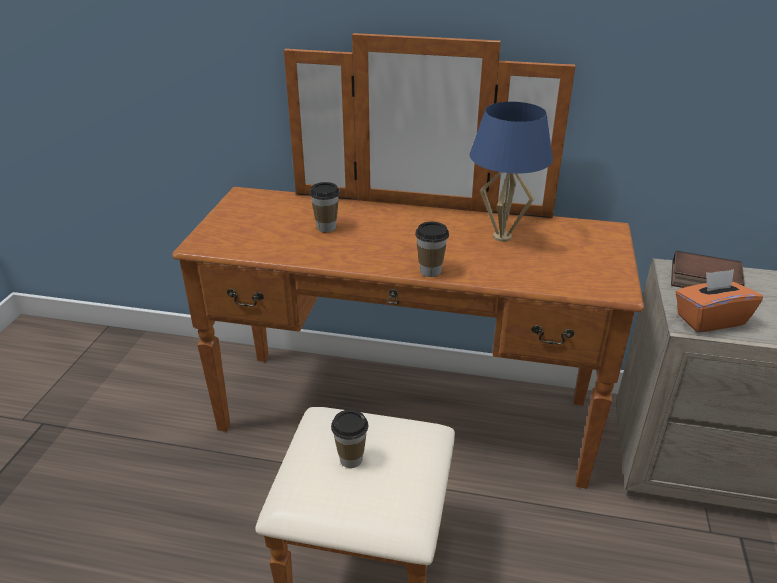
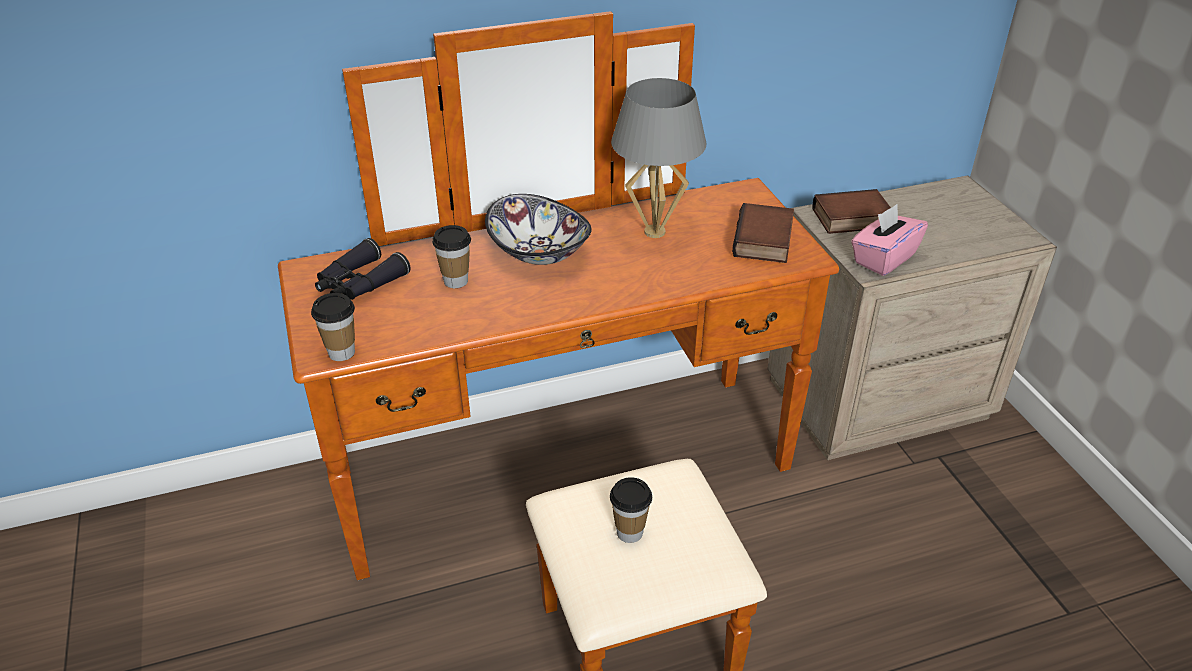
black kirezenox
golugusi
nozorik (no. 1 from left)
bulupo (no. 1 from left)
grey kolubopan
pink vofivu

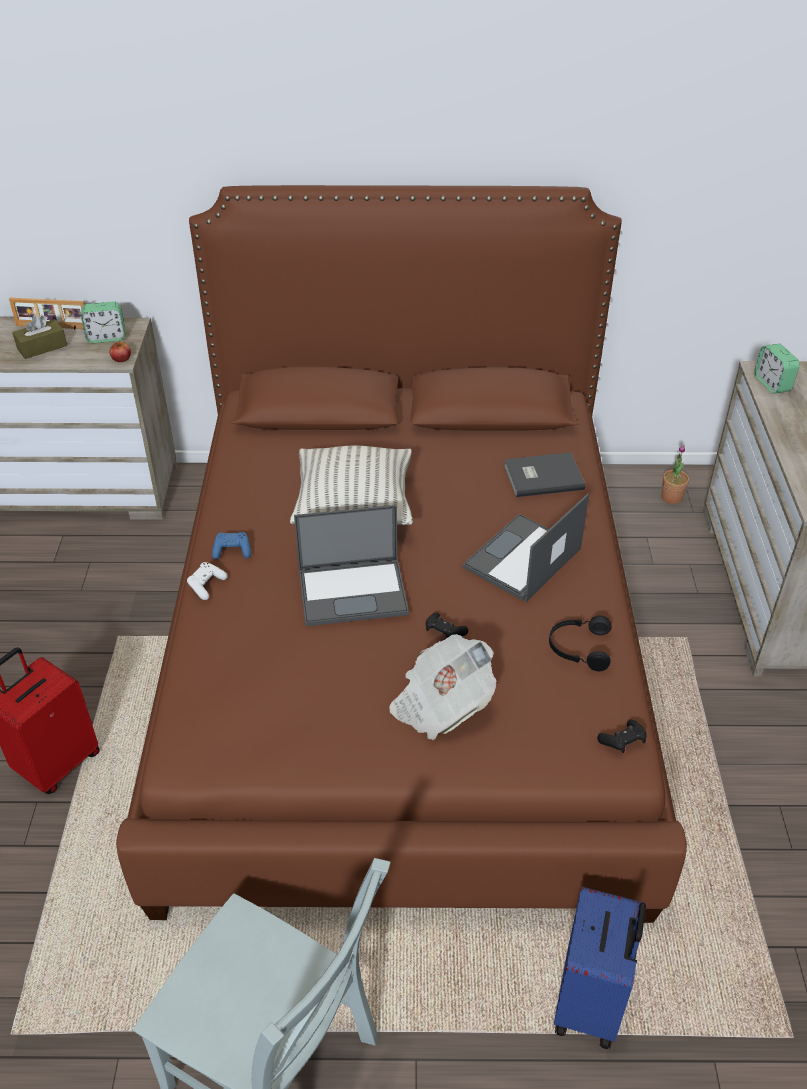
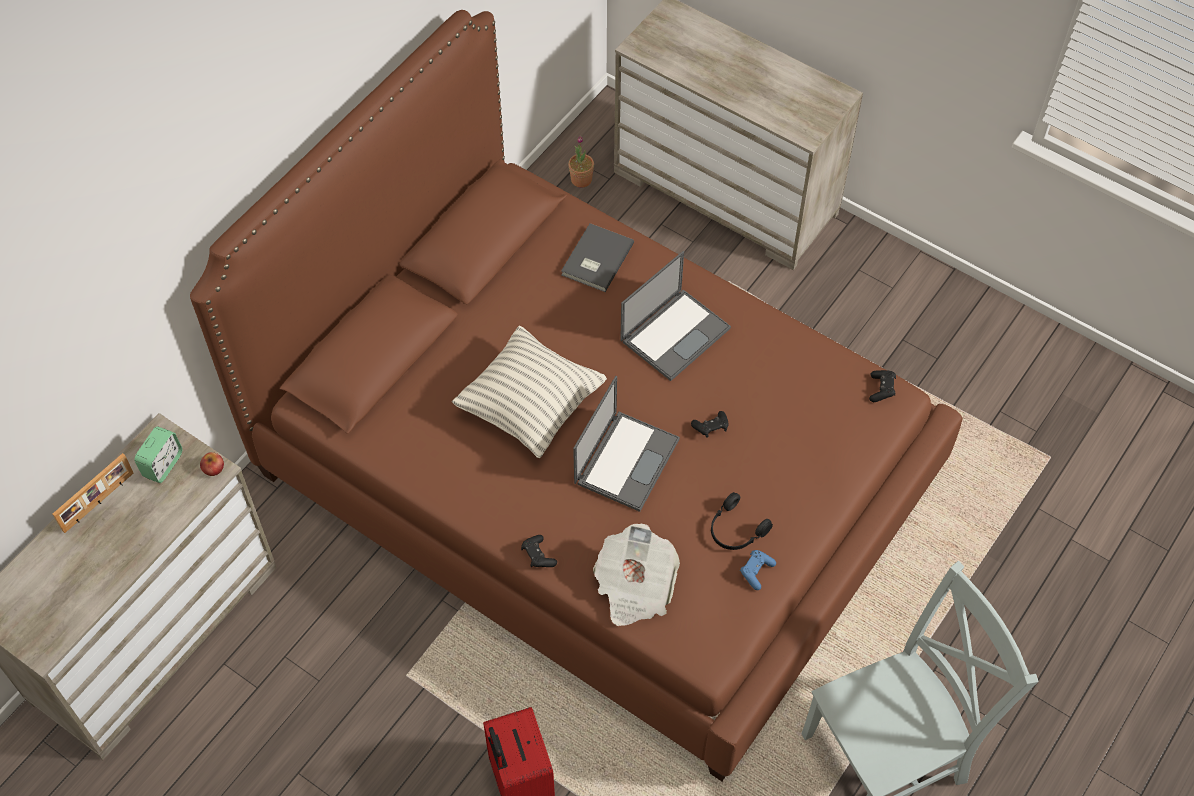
brown vofivu
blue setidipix
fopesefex (no. 2 from left in the first image)
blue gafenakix
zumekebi
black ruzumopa
black gafenakix (no. 1 from left)
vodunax (no. 2 from left)

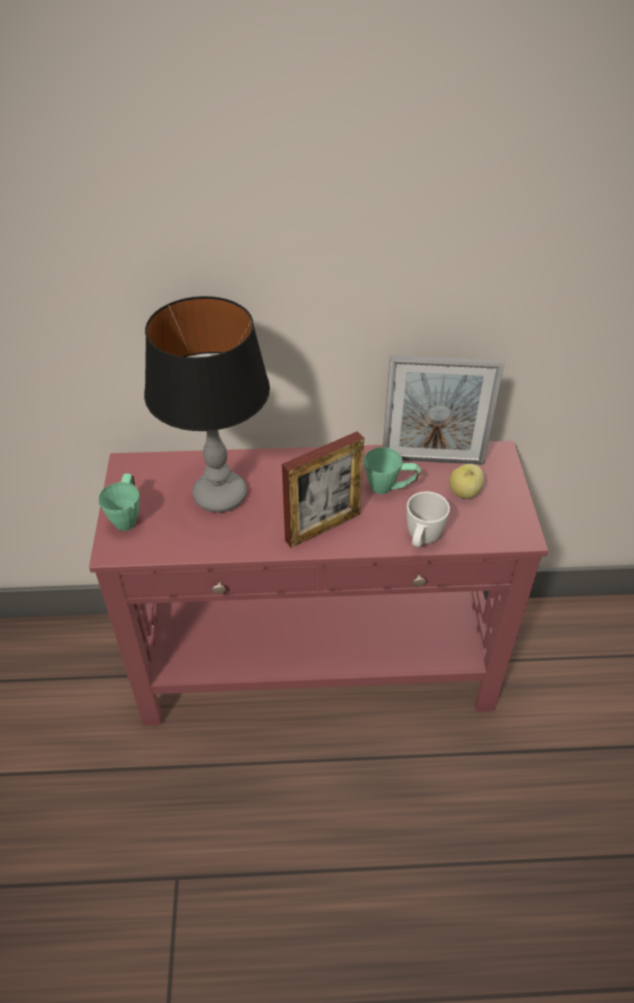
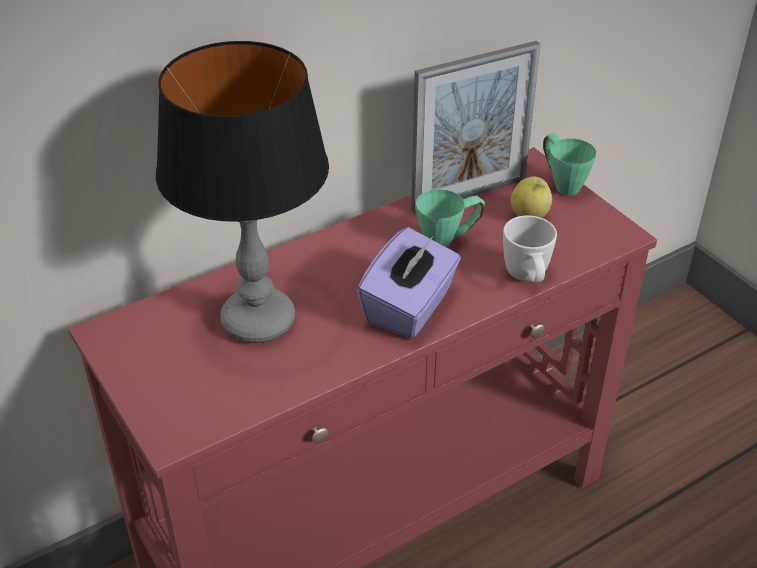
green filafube (no. 2 from left)
purple vofivu

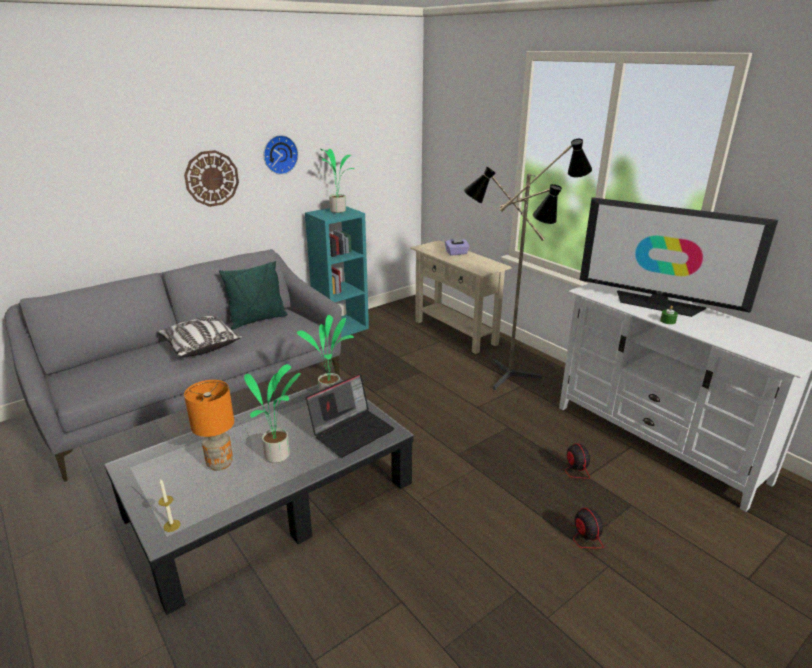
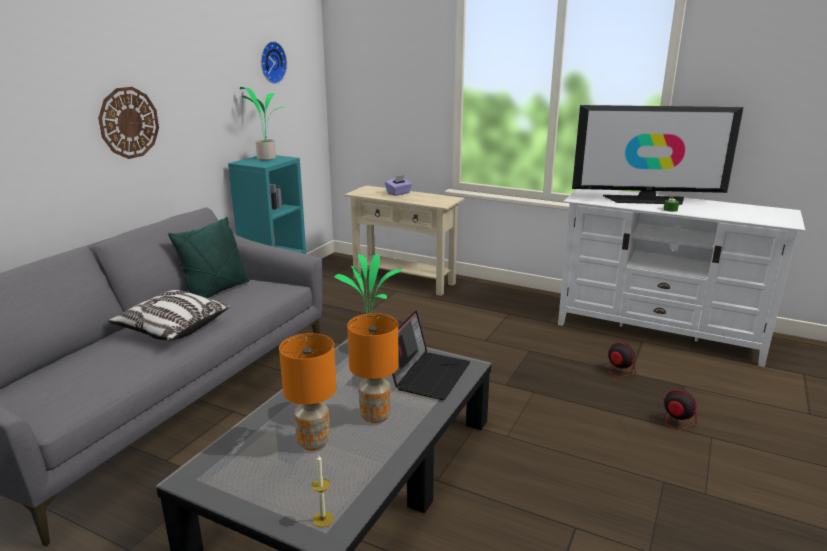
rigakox
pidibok (no. 2 from left)
orange kolubopan (no. 2 from left)

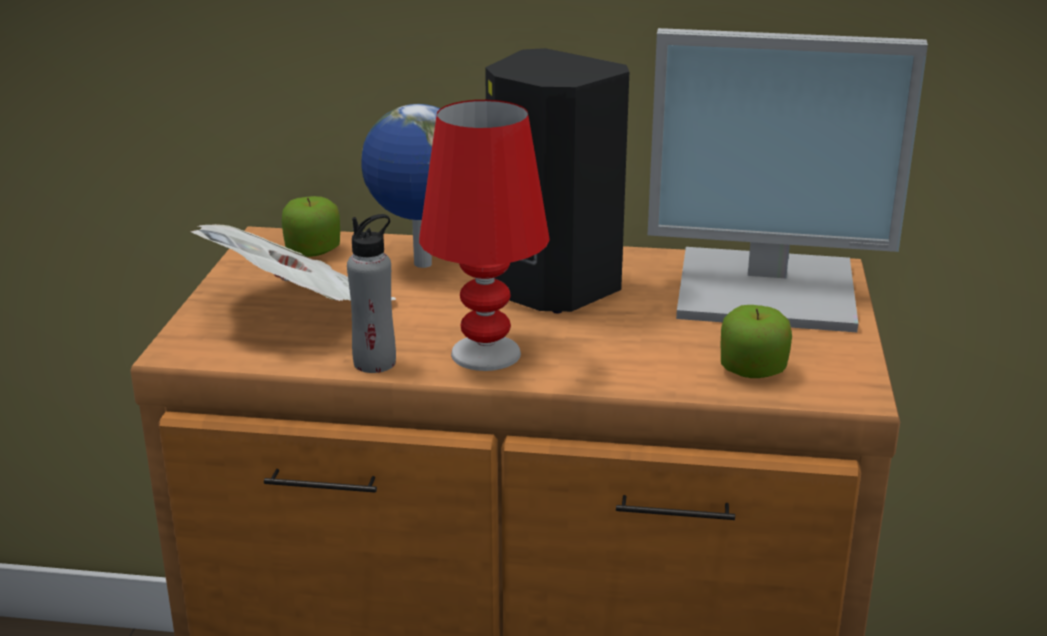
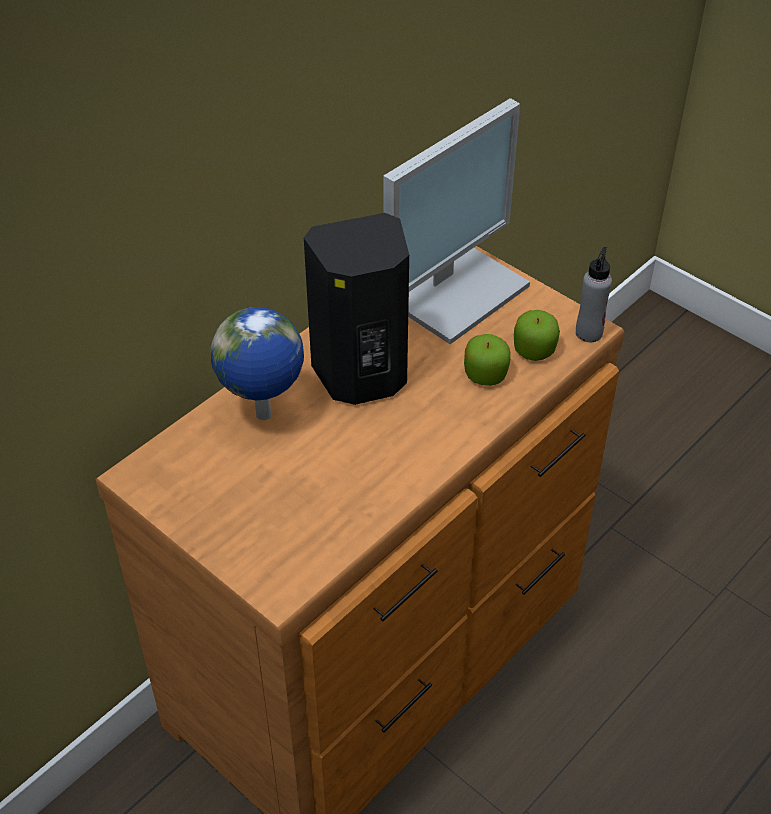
zumekebi
red kolubopan
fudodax (no. 1 from left)
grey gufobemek

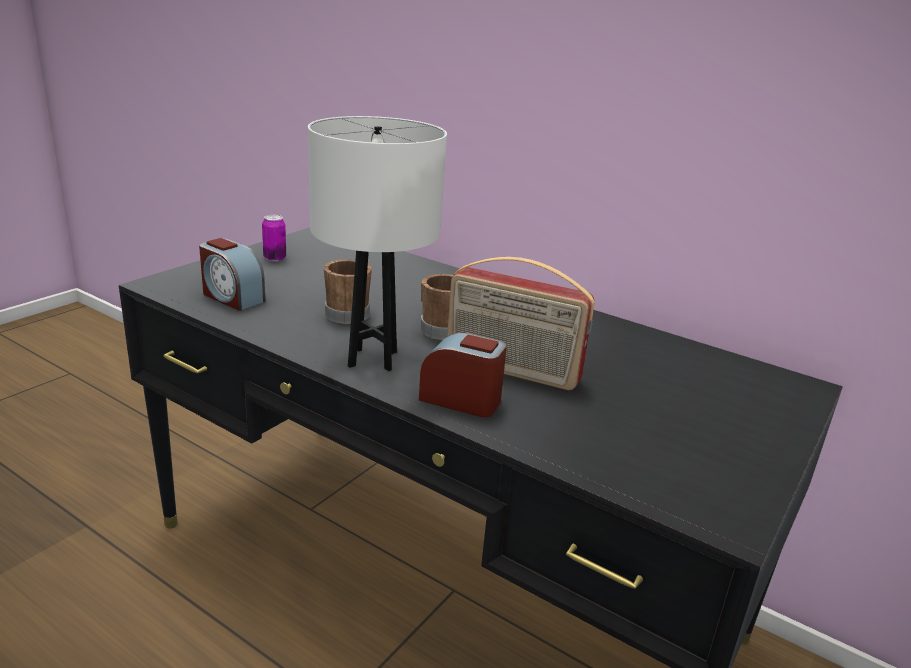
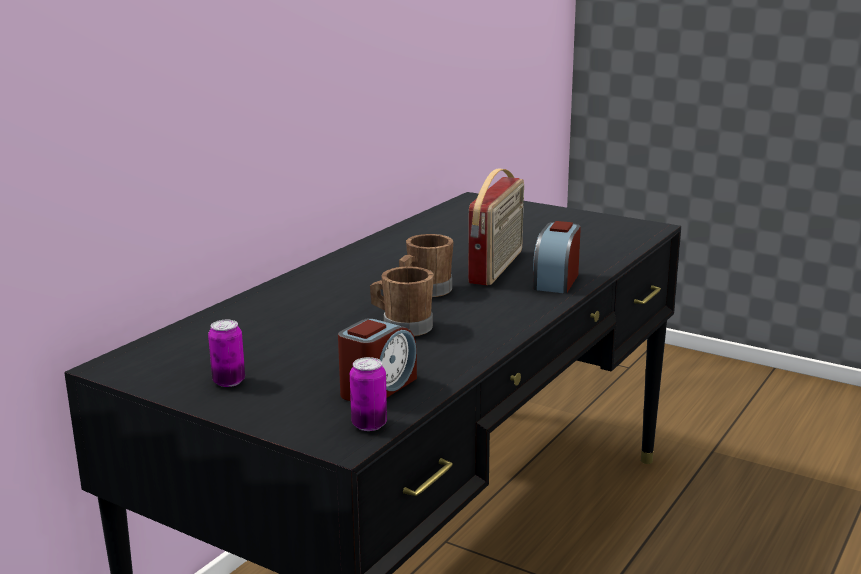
white kolubopan
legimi (no. 2 from left)

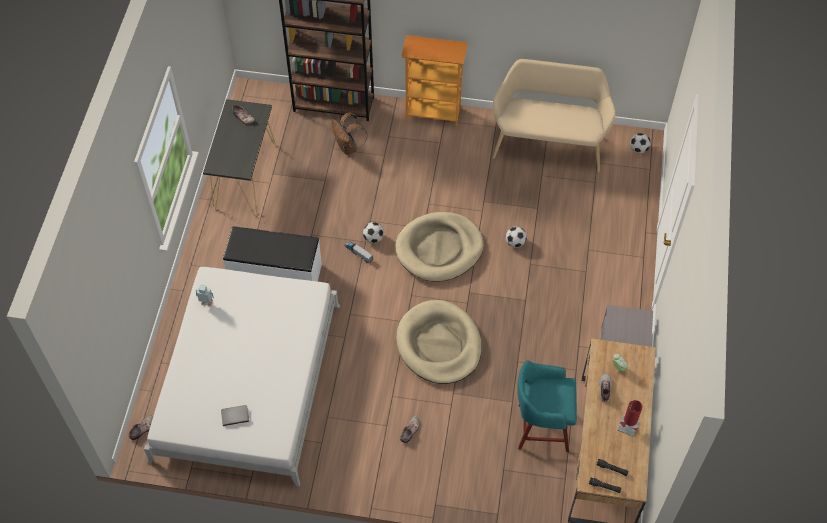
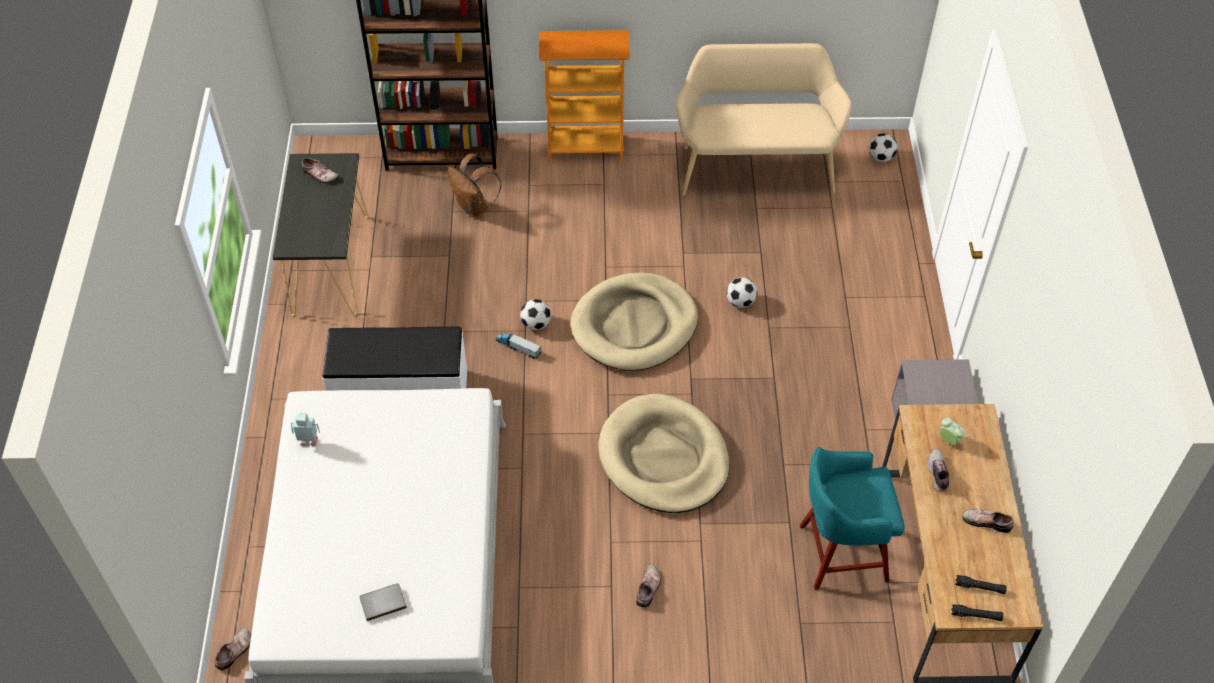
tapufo (no. 5 from left)

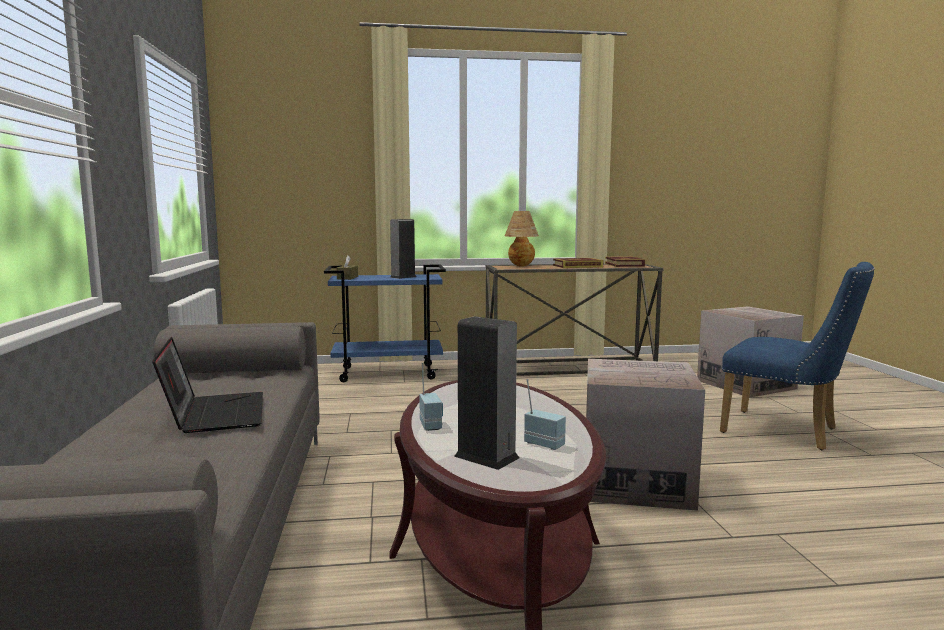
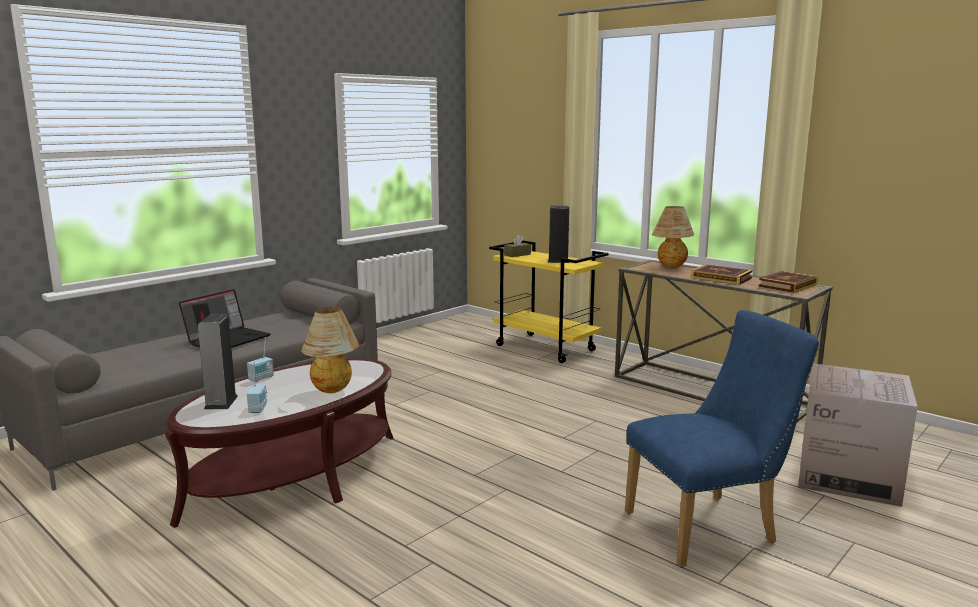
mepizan (no. 1 from left in the first image)
kolubopan (no. 1 from left)
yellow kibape
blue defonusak

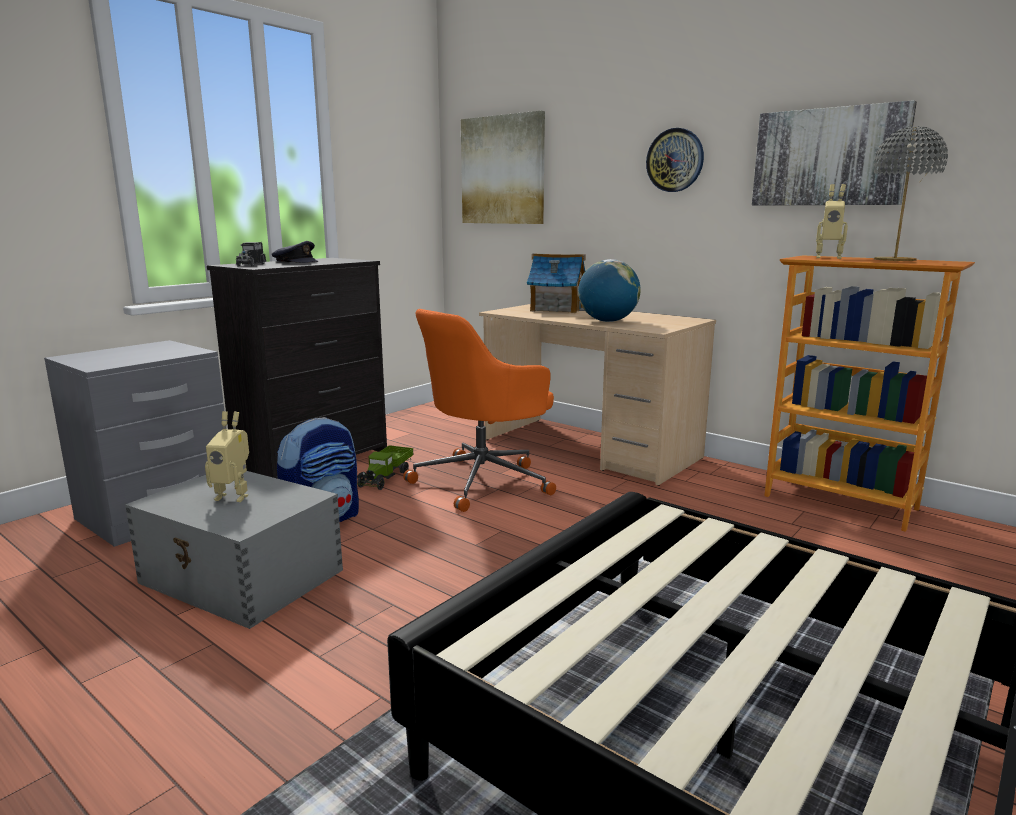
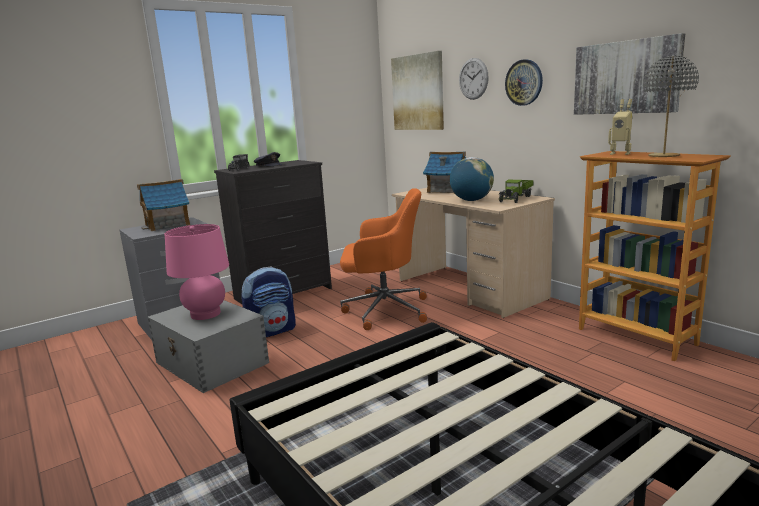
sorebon (no. 1 from left)
pidibok (no. 1 from left)
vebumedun (no. 2 from left)
pink kolubopan
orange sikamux

